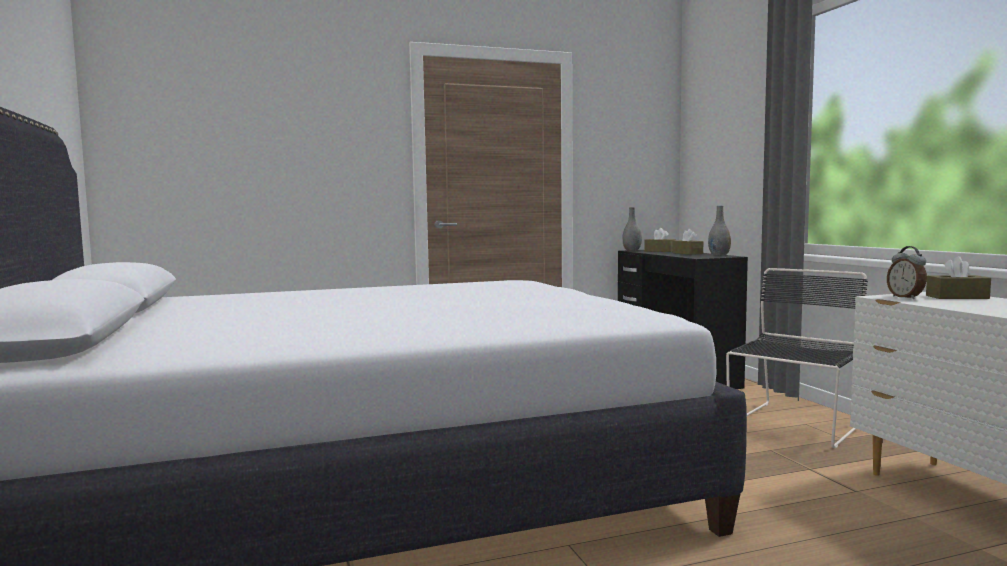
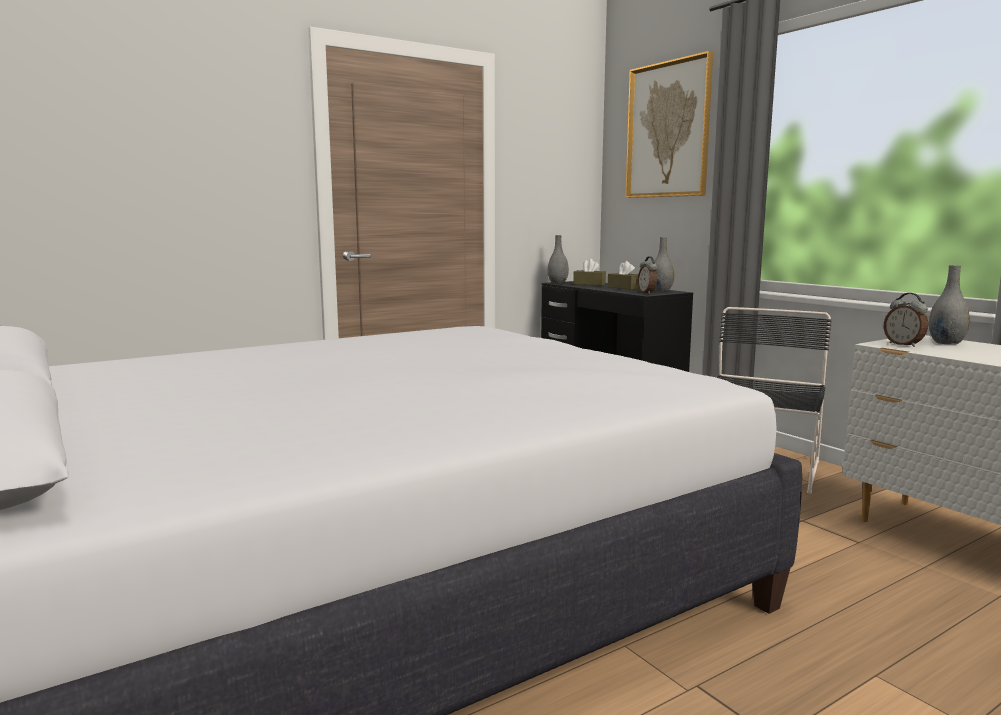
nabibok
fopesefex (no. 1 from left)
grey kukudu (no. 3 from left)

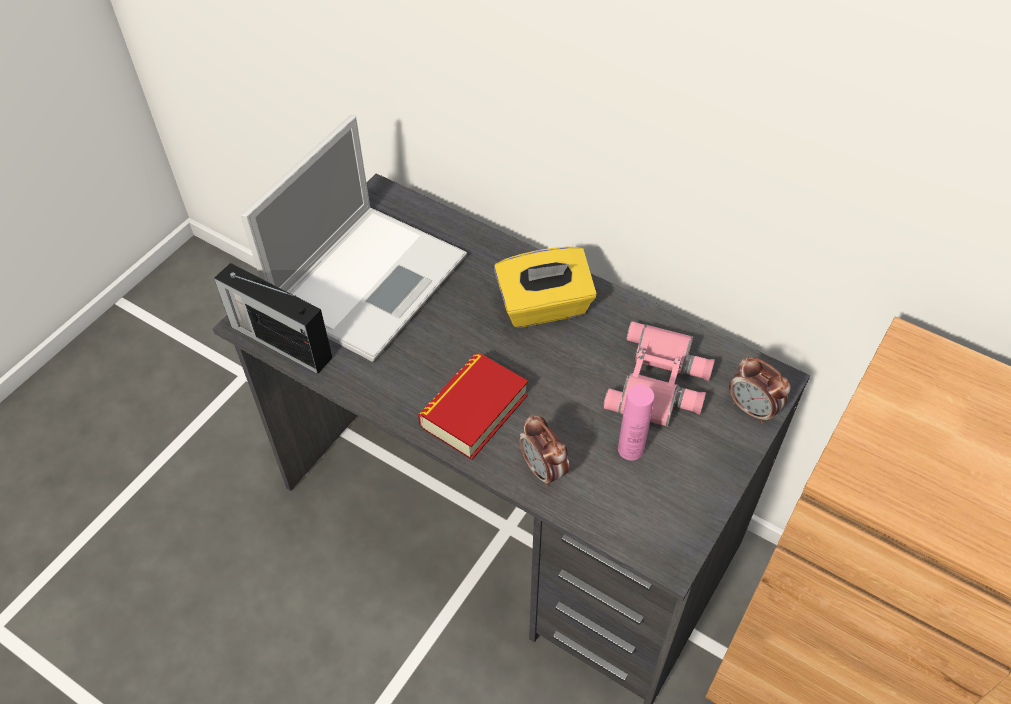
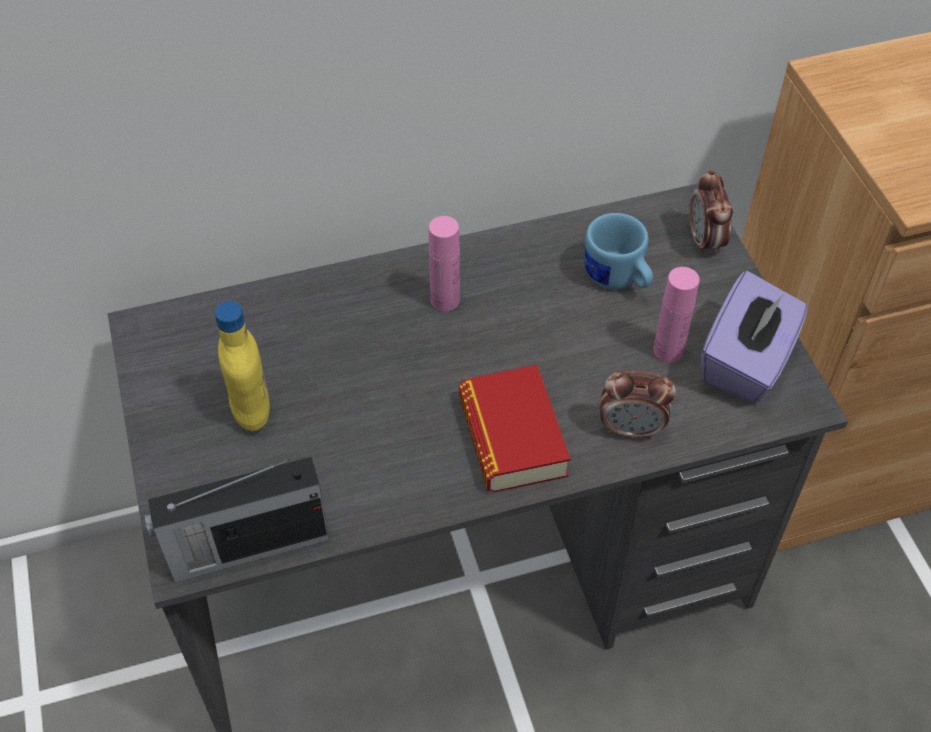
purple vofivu
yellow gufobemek
pink gufobemek (no. 1 from left)
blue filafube
fopesefex (no. 2 from left)

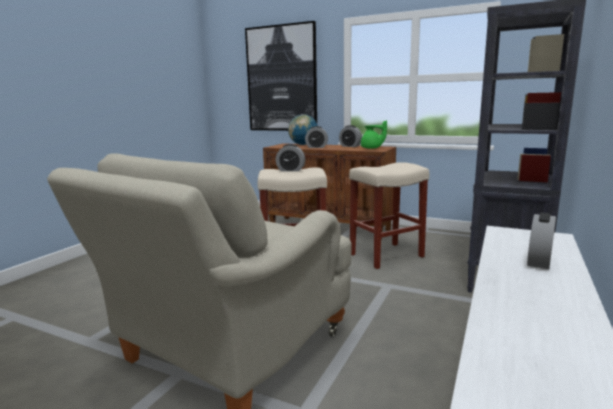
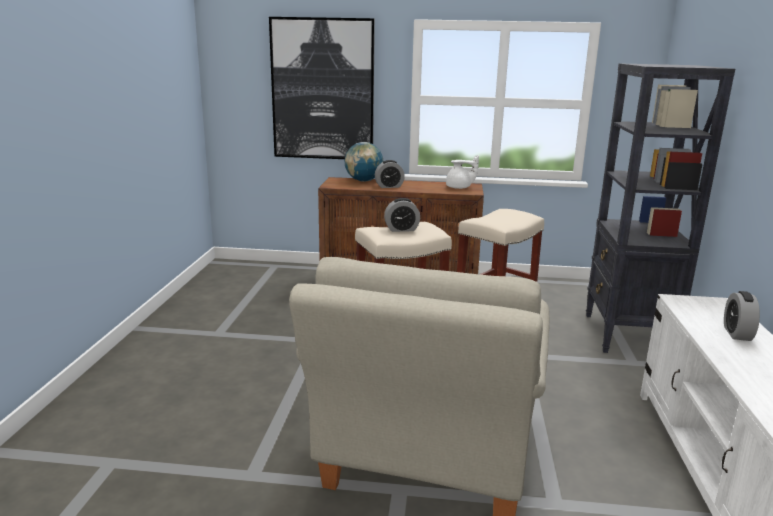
fopesefex (no. 3 from left in the first image)
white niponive

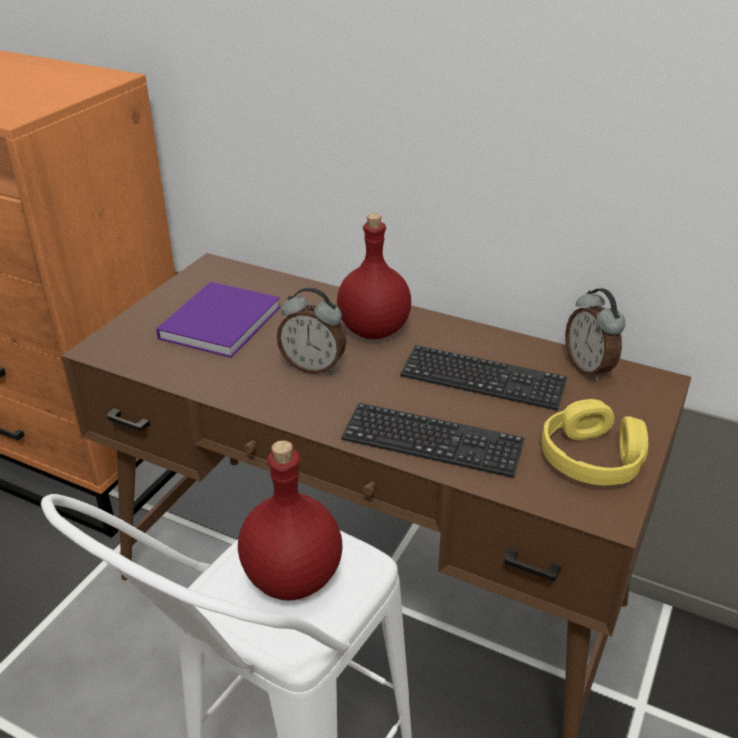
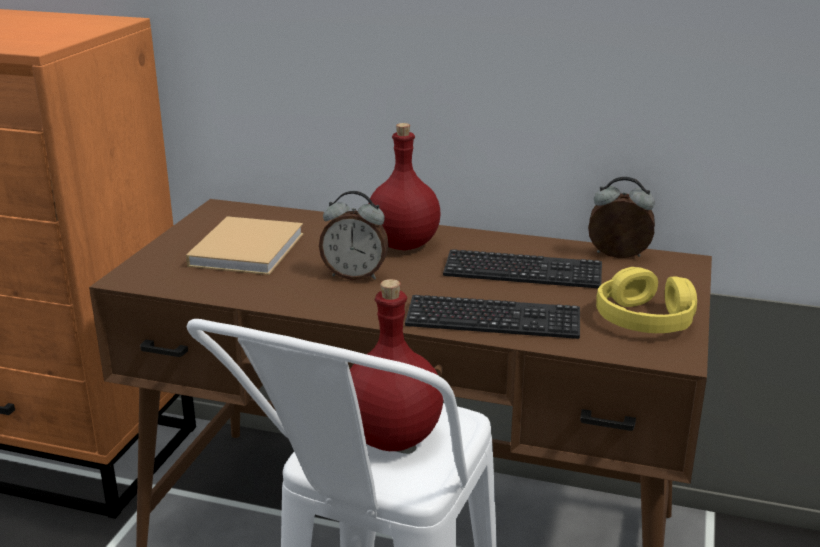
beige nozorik
fopesefex (no. 2 from left)

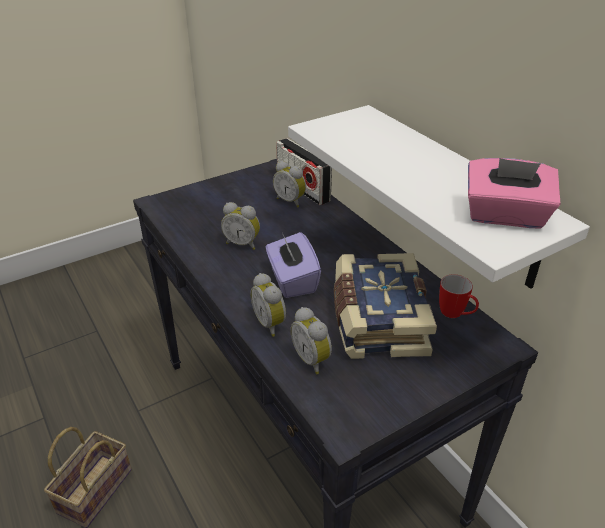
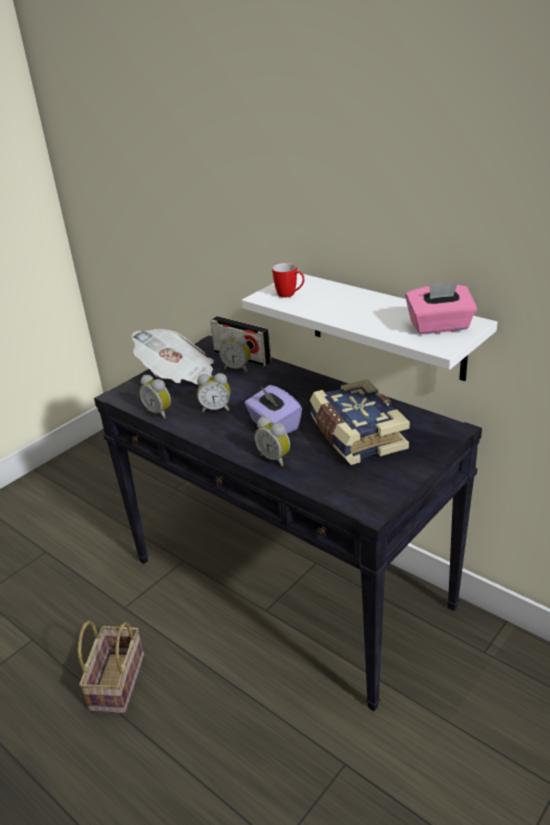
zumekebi
fopesefex (no. 1 from left)
filafube

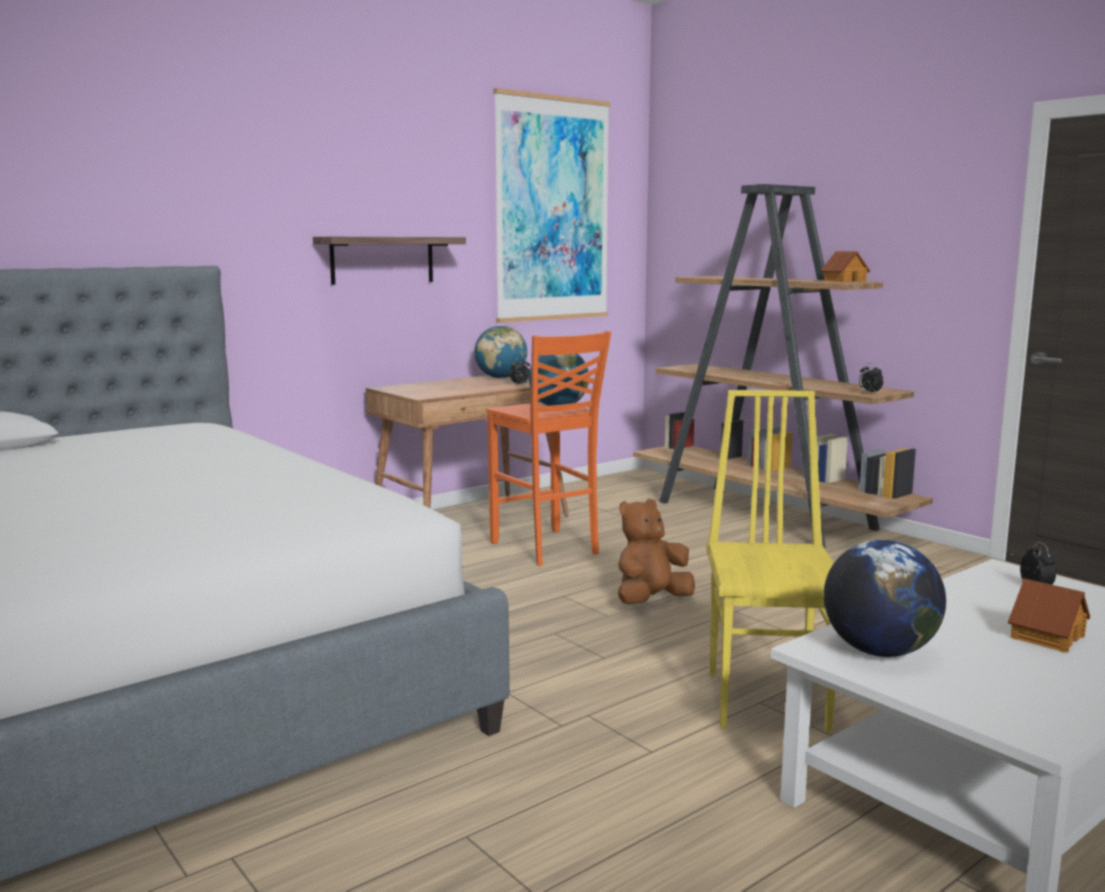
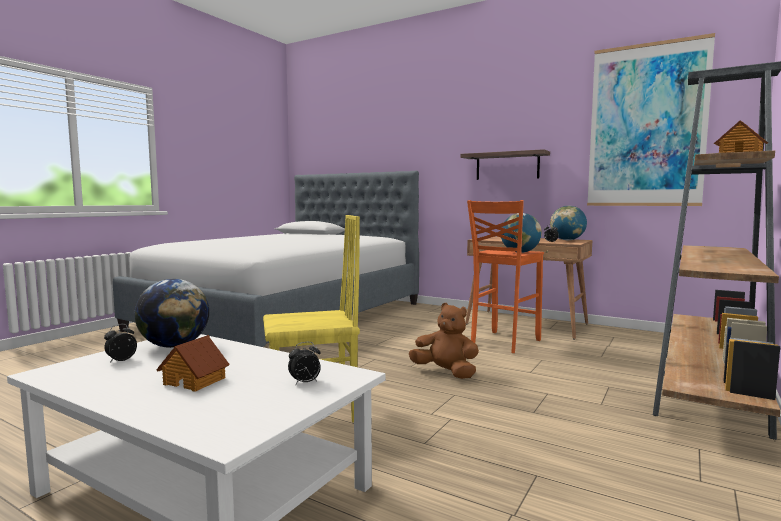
fopesefex (no. 1 from left)

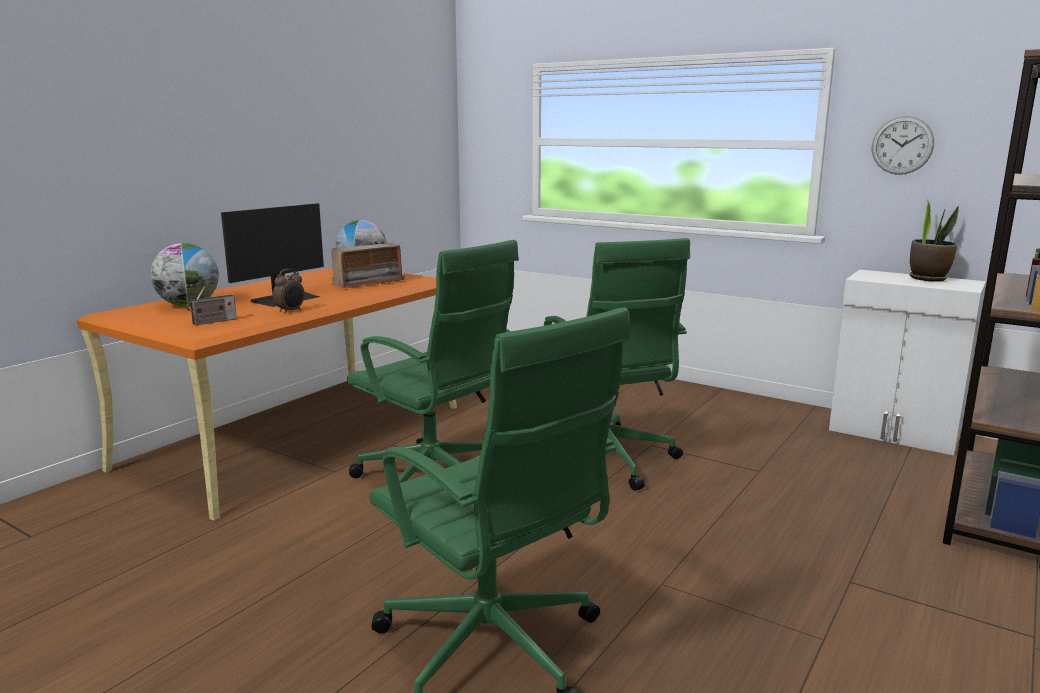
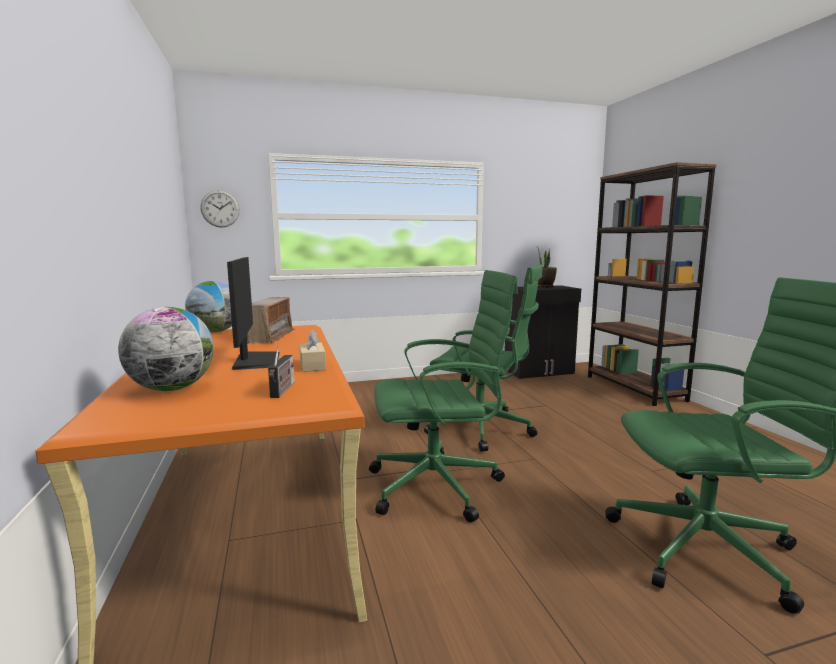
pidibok
beige vofivu
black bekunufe

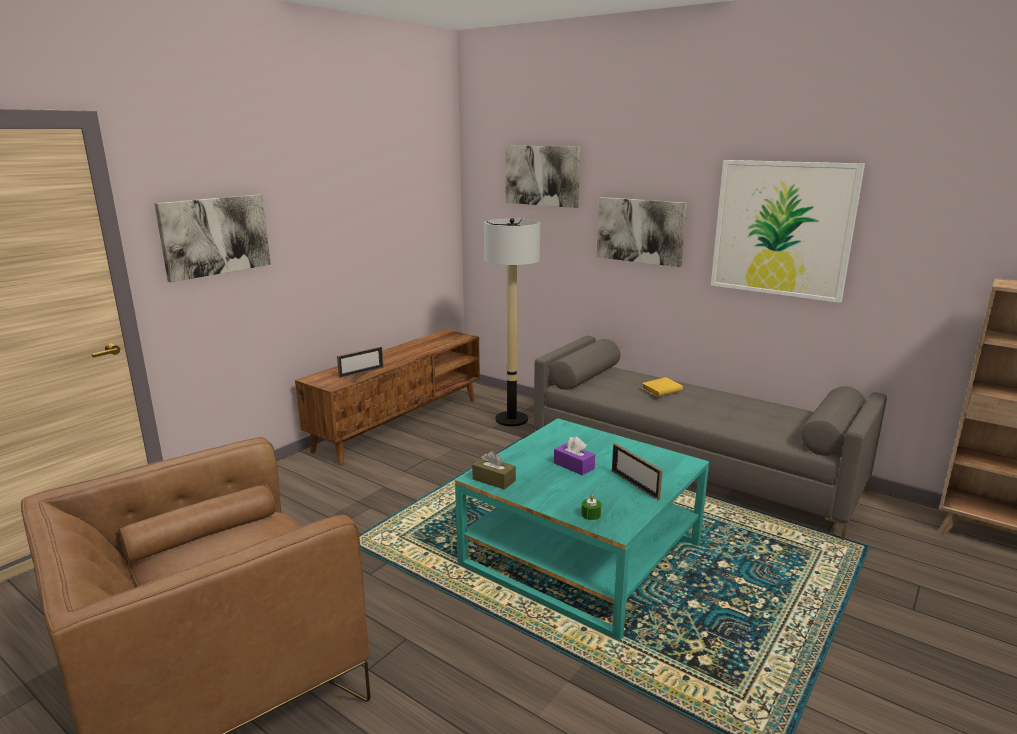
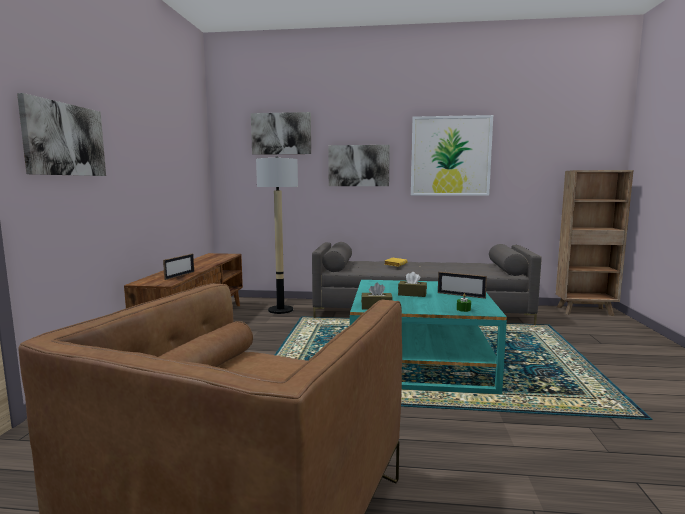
brown vofivu (no. 2 from left)

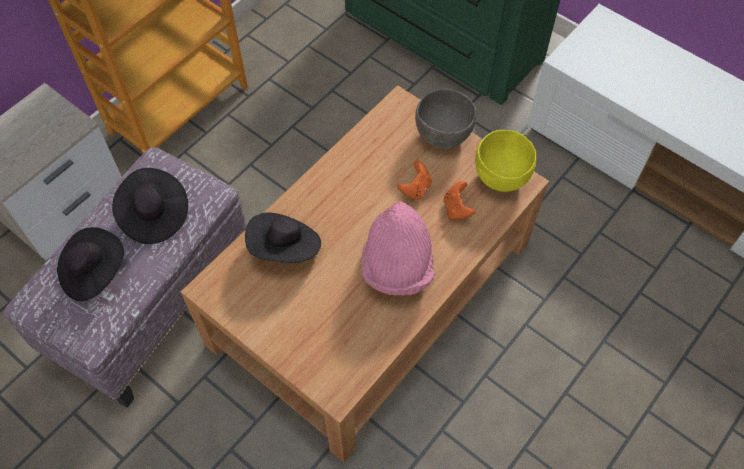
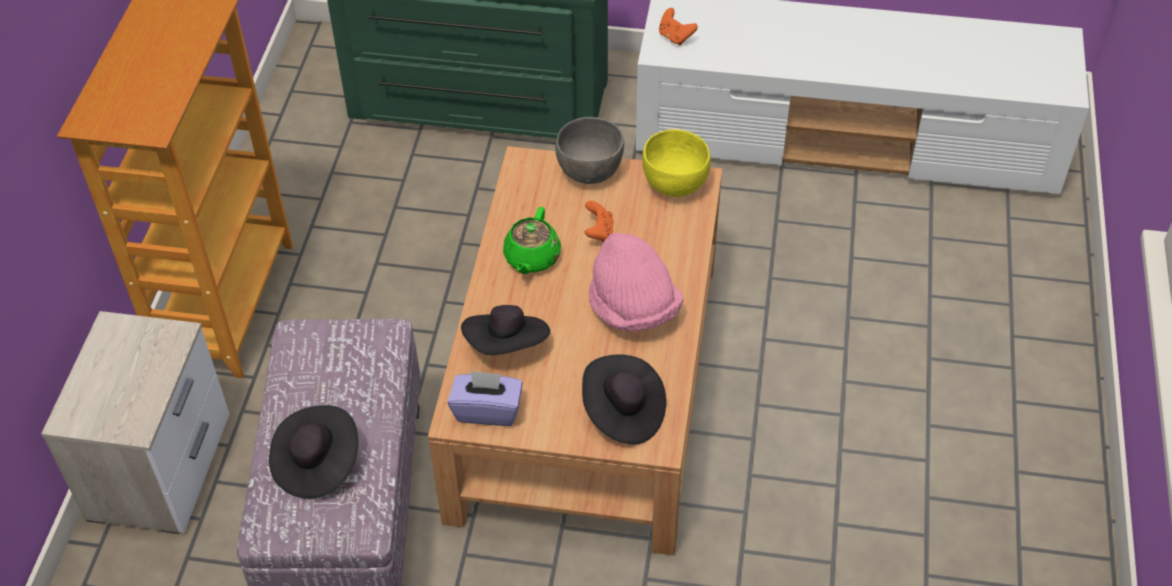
purple vofivu
green niponive
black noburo (no. 3 from left)
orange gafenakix (no. 2 from left)

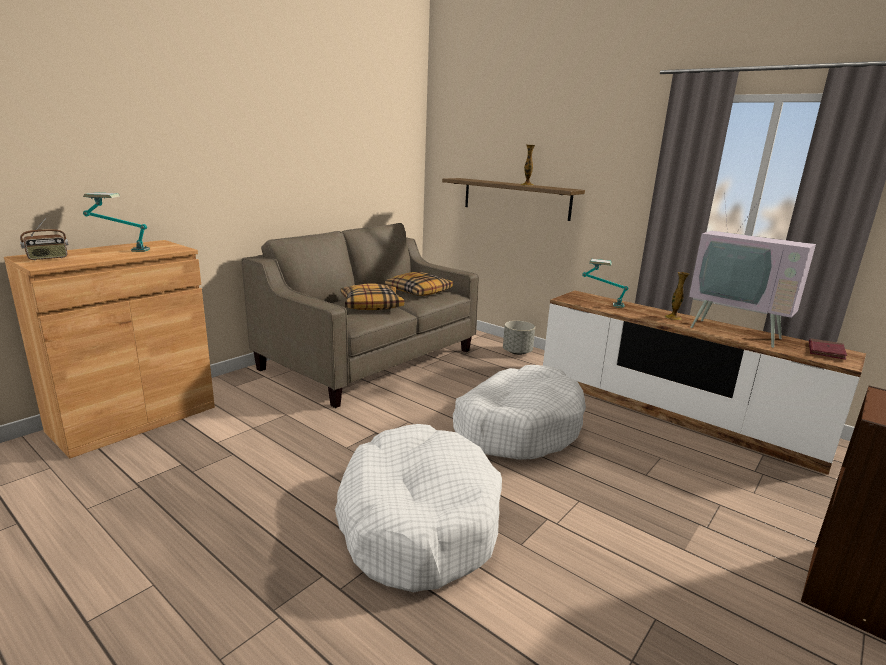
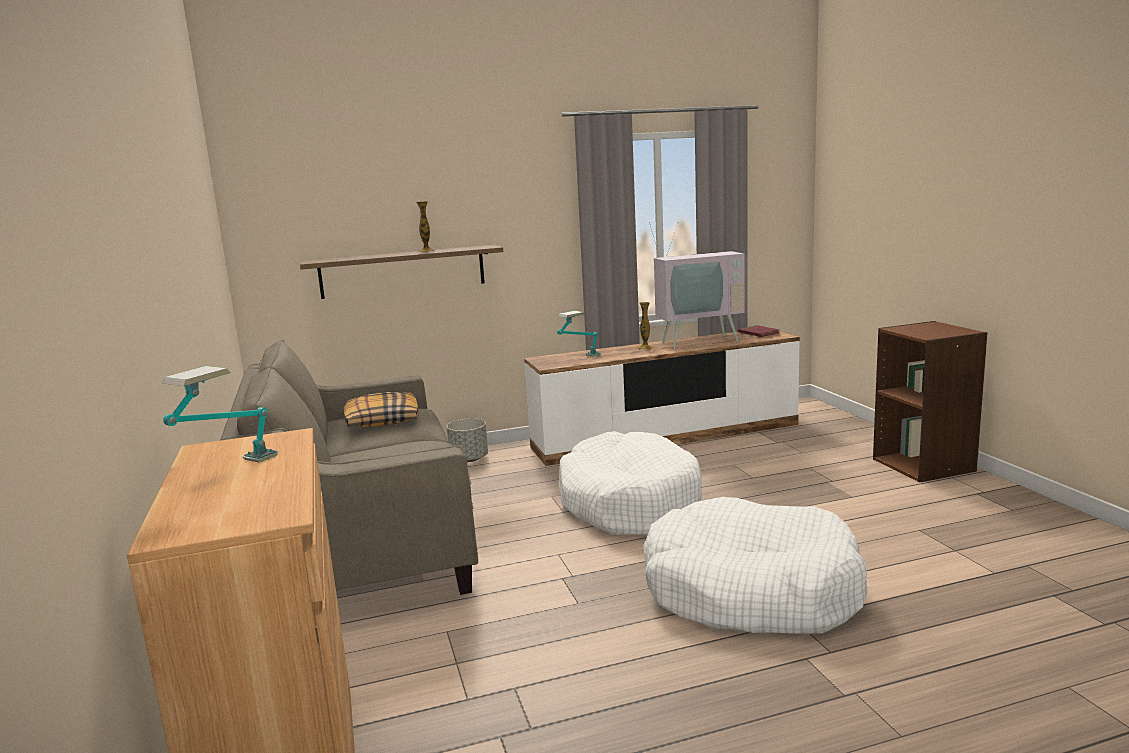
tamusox
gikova (no. 1 from left in the first image)

